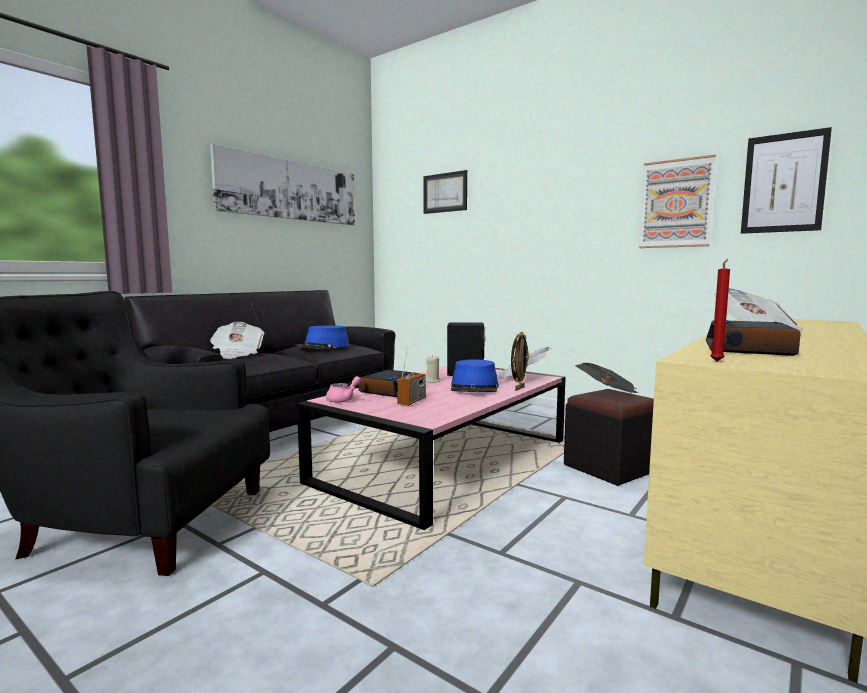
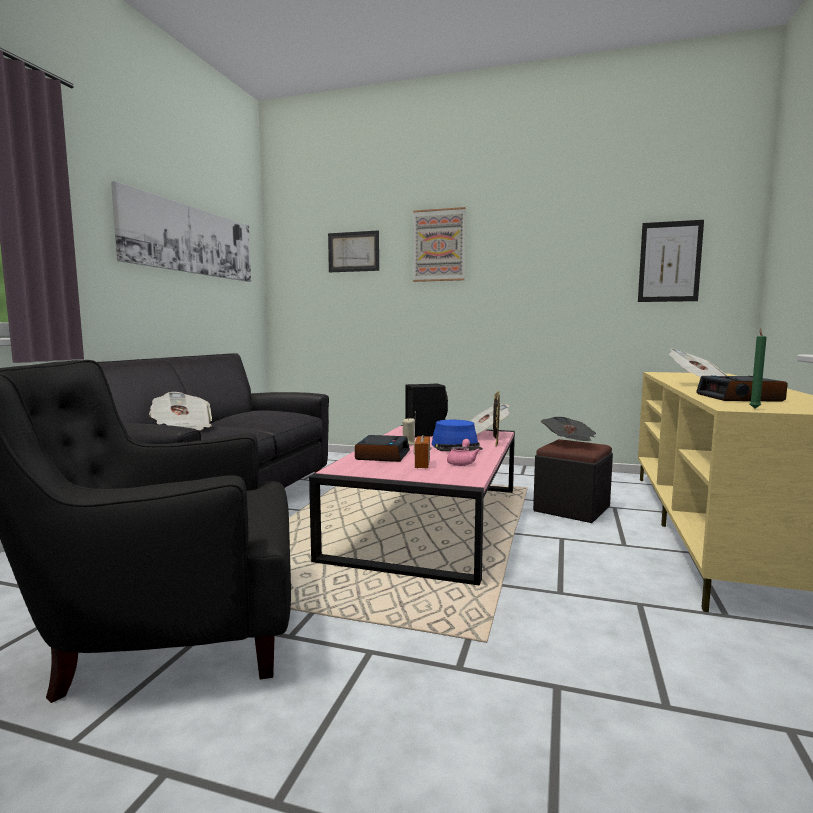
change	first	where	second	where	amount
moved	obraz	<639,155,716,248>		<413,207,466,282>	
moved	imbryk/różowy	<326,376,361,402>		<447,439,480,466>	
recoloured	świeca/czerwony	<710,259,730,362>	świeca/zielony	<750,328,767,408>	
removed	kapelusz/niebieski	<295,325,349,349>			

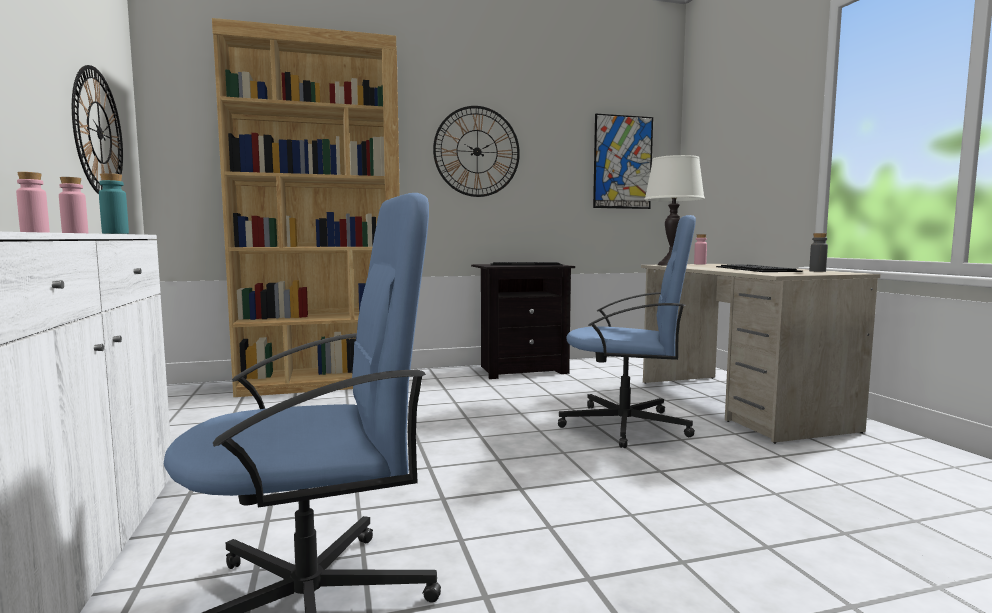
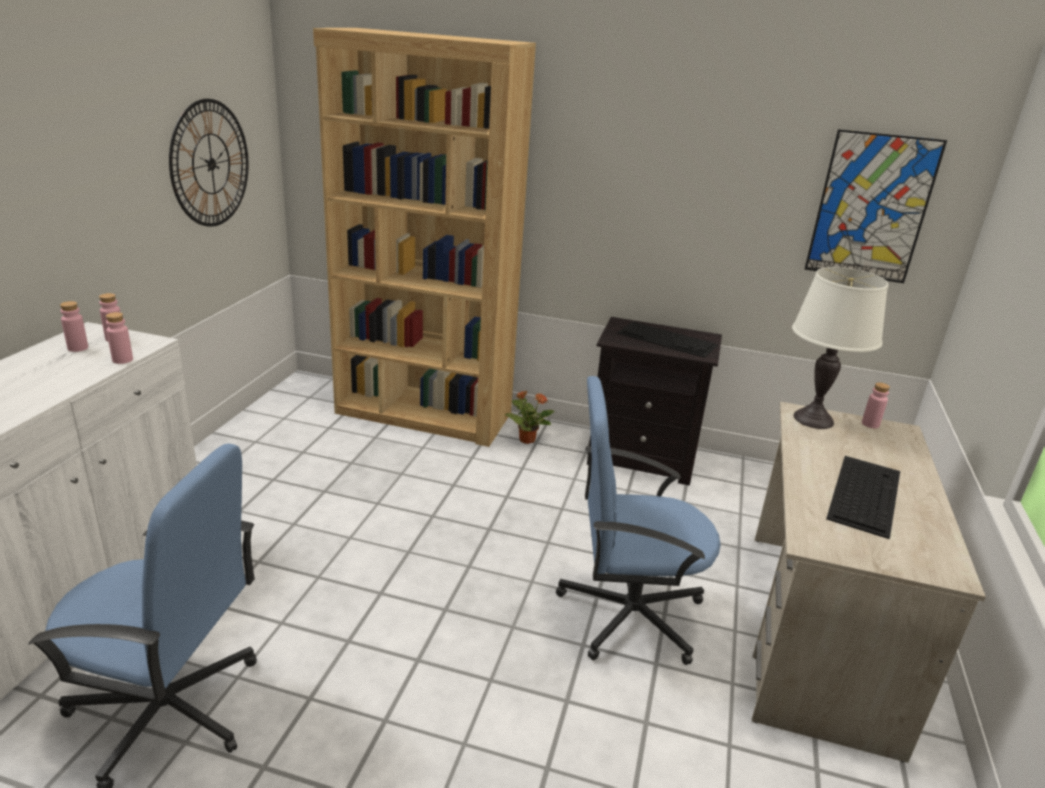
change	first	where	second	where	amount
recoloured	butelka/turkusowy	<99,173,129,234>	butelka/różowy	<106,312,133,364>	
added			roślina doniczkowa	<505,390,554,444>	
turned	krzesło biurowe/niebieski	<558,215,696,448>		<556,376,721,665>	135 degrees clockwise
removed	zegar ścienny	<433,106,520,197>			
removed	butelka/szary	<809,233,828,272>			

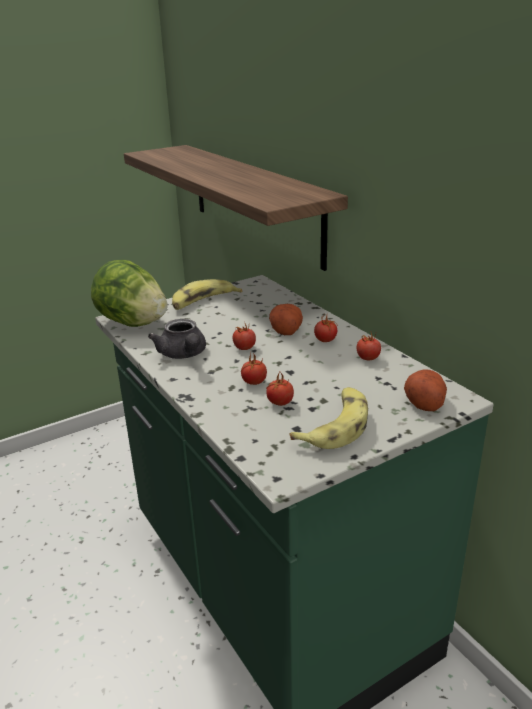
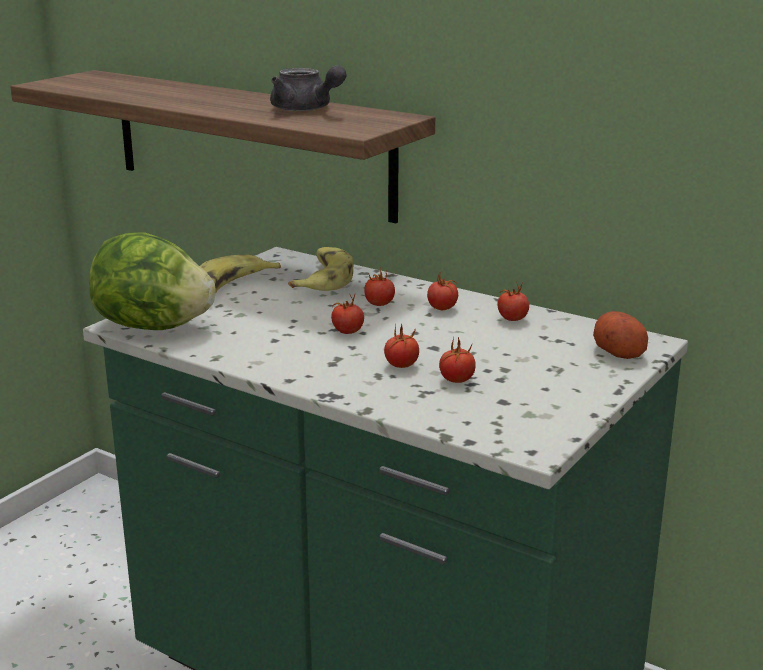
change	first	where	second	where	amount
moved	imbryk/szary	<148,319,206,359>		<270,65,346,111>	
moved	banan	<289,387,368,449>		<288,247,353,291>	
replaced	ziemniak	<269,304,303,335>	pomidor	<364,267,395,306>	

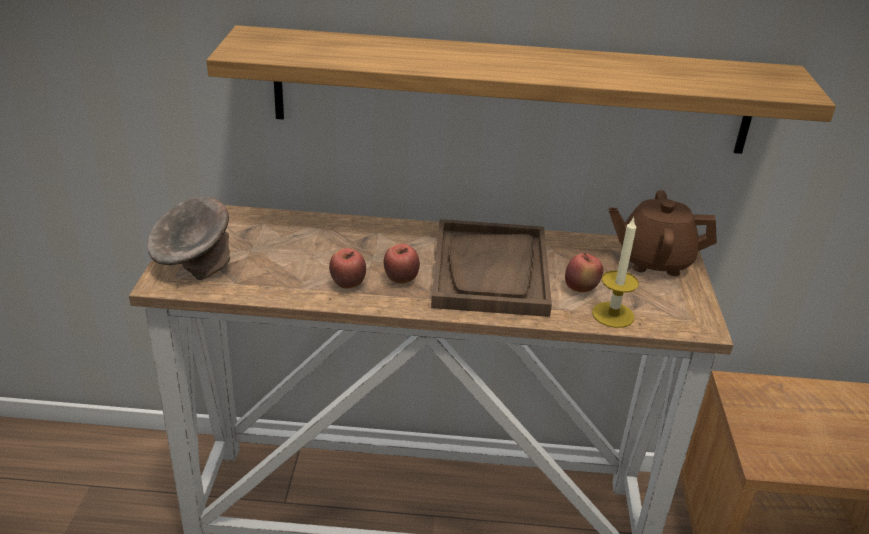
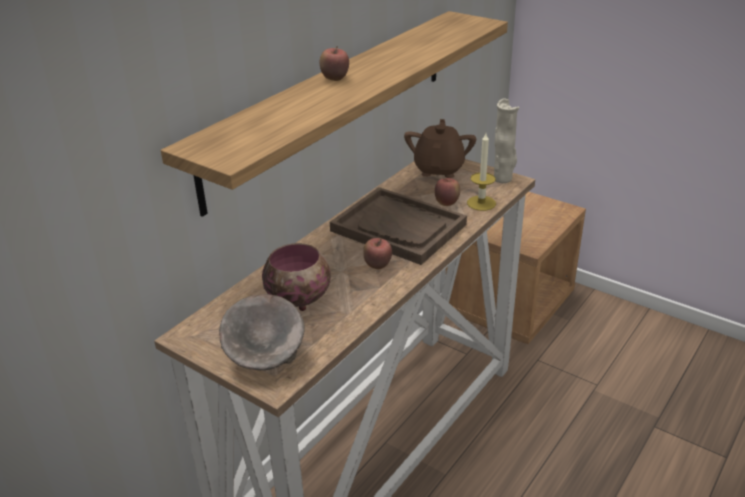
change	first	where	second	where	amount
added			miska	<262,243,331,311>	
moved	jabłko	<329,248,366,289>		<319,46,349,81>	
turned	imbryk/brązowy	<609,190,717,276>		<404,119,476,178>	150 degrees clockwise
added			wazon/beżowy	<494,98,519,183>	

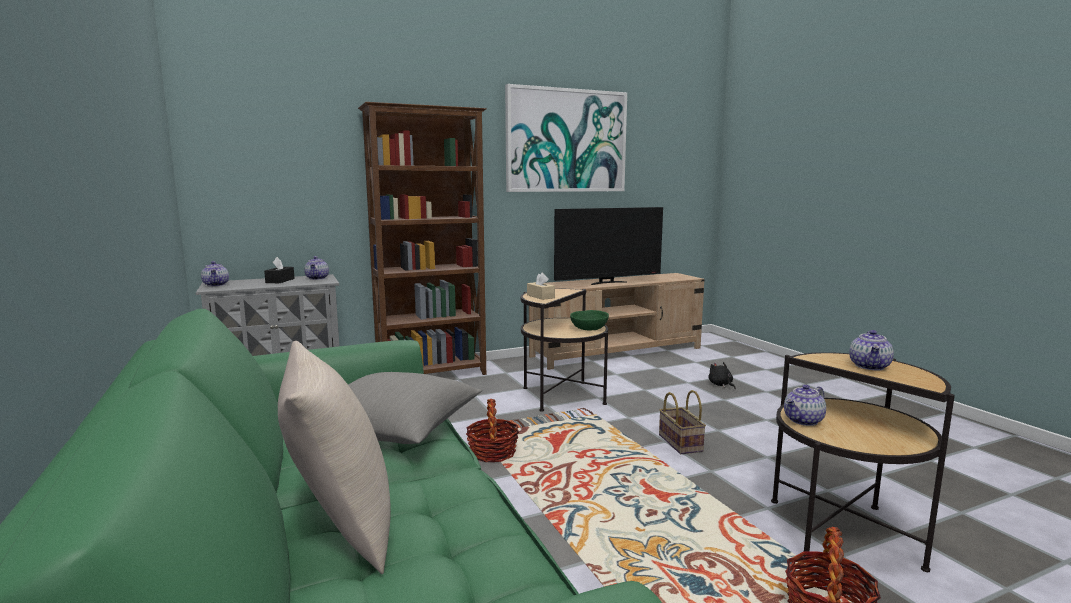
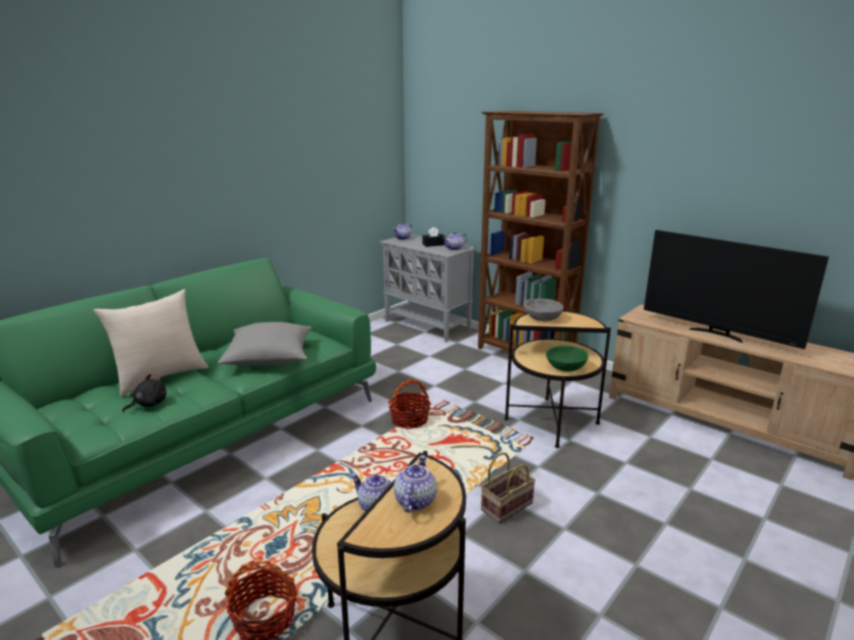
change	first	where	second	where	amount
moved	pluszak/czarny	<708,362,736,389>		<122,374,166,412>	
turned	imbryk	<849,330,894,370>		<394,455,437,513>	105 degrees clockwise
replaced	pudełko chusteczek/beżowy	<527,273,555,300>	miska/szary	<524,299,564,321>	
removed	obraz	<505,84,627,192>			

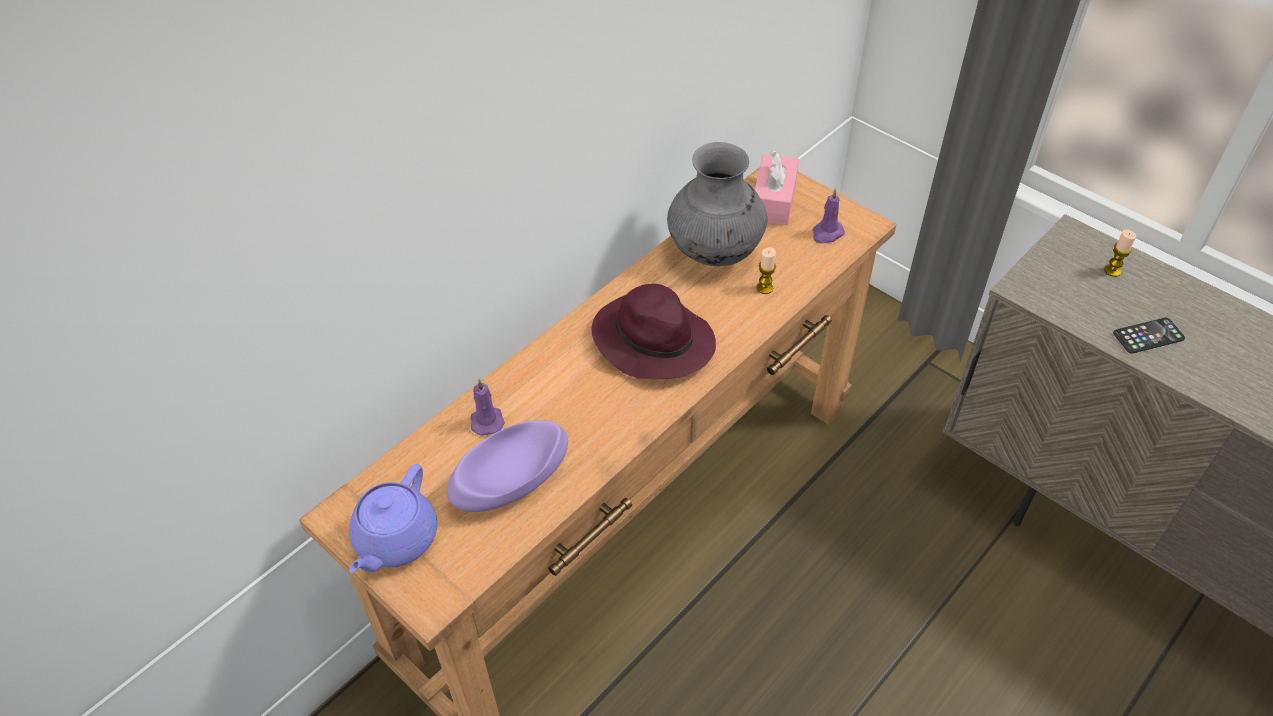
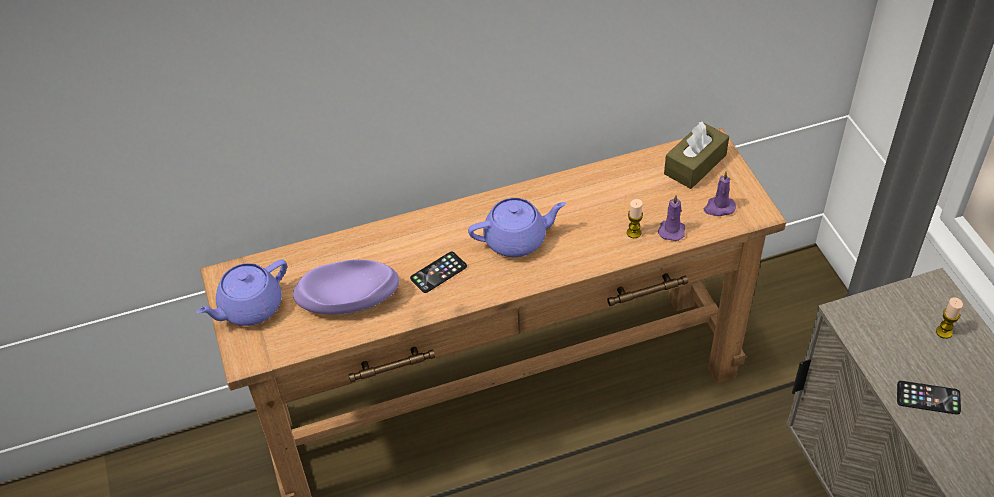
change	first	where	second	where	amount
added			telefon	<410,251,467,293>	
replaced	kapelusz/fioletowy	<592,284,716,380>	imbryk/fioletowy	<468,198,566,257>	
moved	świeca/fioletowy	<470,379,505,436>		<658,195,685,241>	
recoloured	pudełko chusteczek/różowy	<755,151,799,225>	pudełko chusteczek/brązowy	<664,121,729,189>	
removed	wazon/szary	<667,142,767,266>			

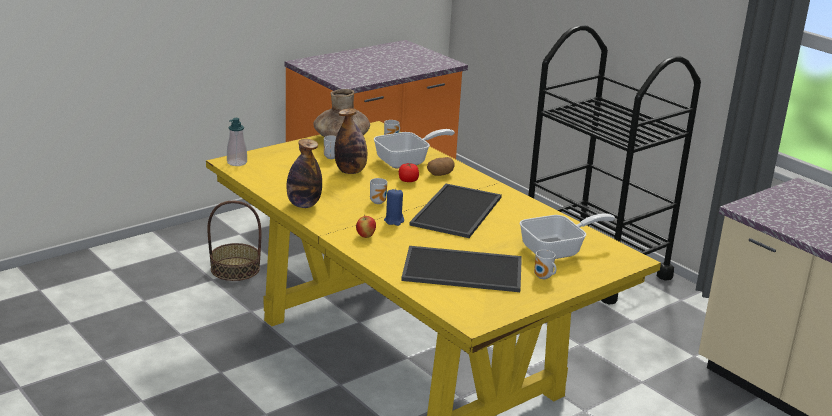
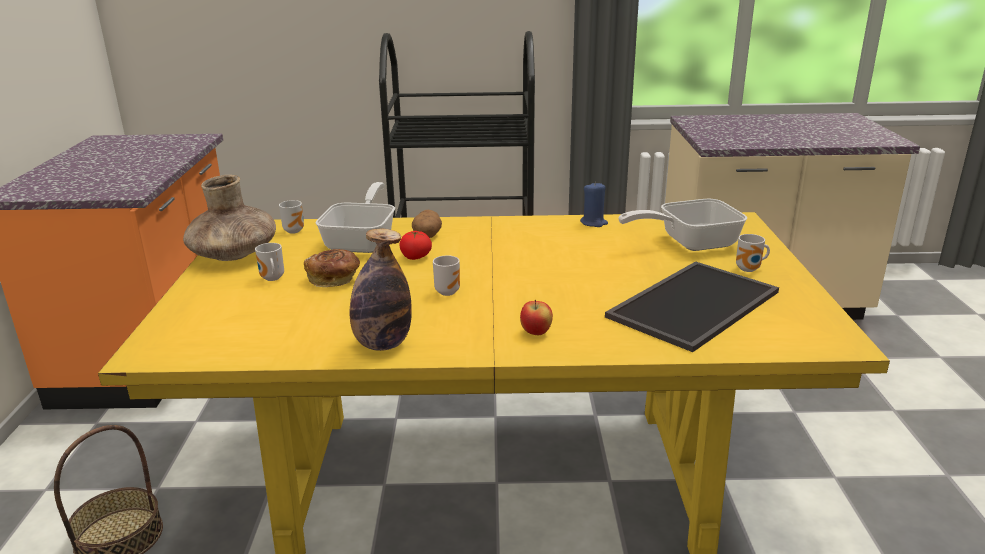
change	first	where	second	where	amount
replaced	butelka	<335,108,367,174>	chleb	<304,249,360,287>	
moved	świeca/niebieski	<384,189,404,226>		<580,182,608,227>	
turned	patelnia	<520,213,615,259>		<618,199,747,251>	120 degrees counterclockwise
removed	dozownik mydła	<227,118,247,166>			
removed	taca	<409,184,502,238>			

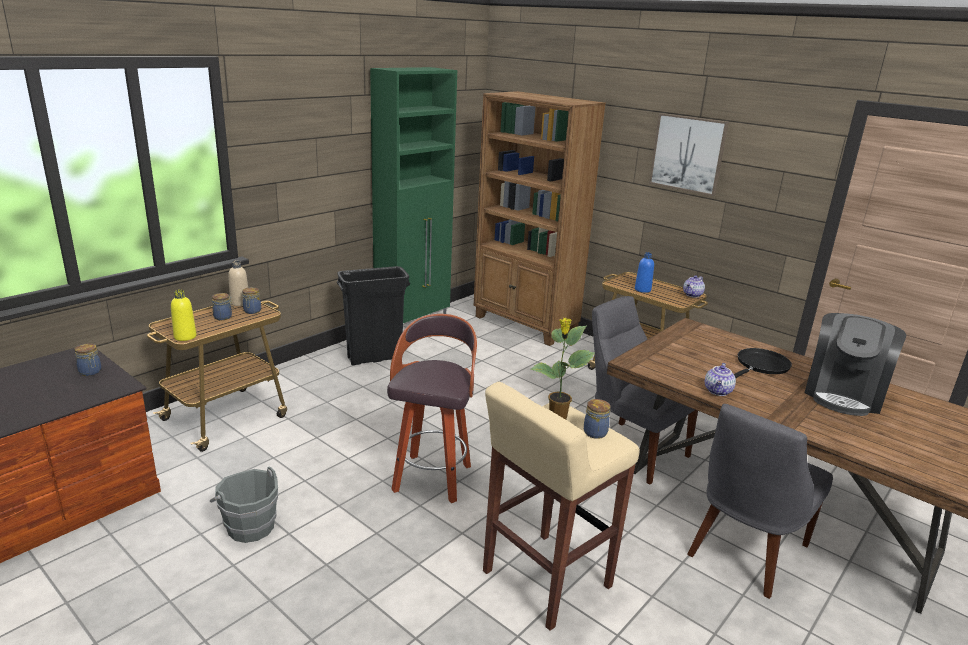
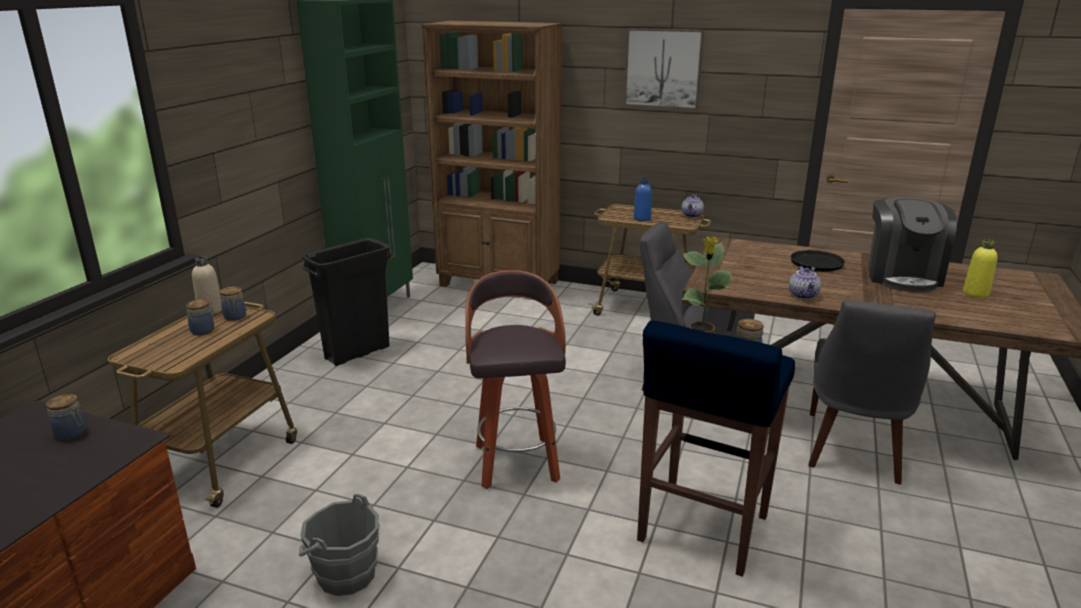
change	first	where	second	where	amount
recoloured	stołek/beżowy	<483,382,640,631>	stołek/niebieski	<637,321,795,577>	
moved	butelka/żółty	<171,290,197,341>		<963,239,997,298>	

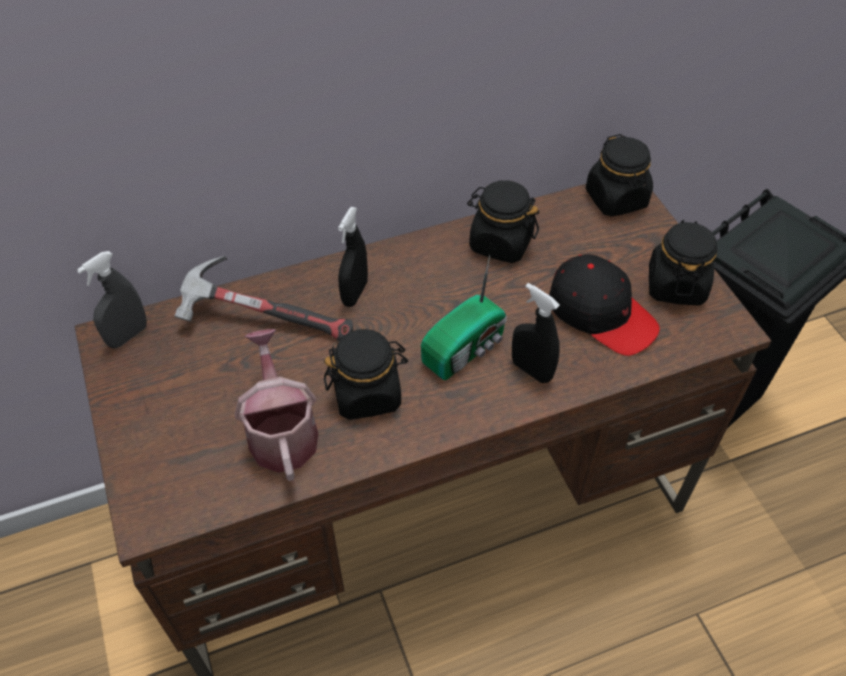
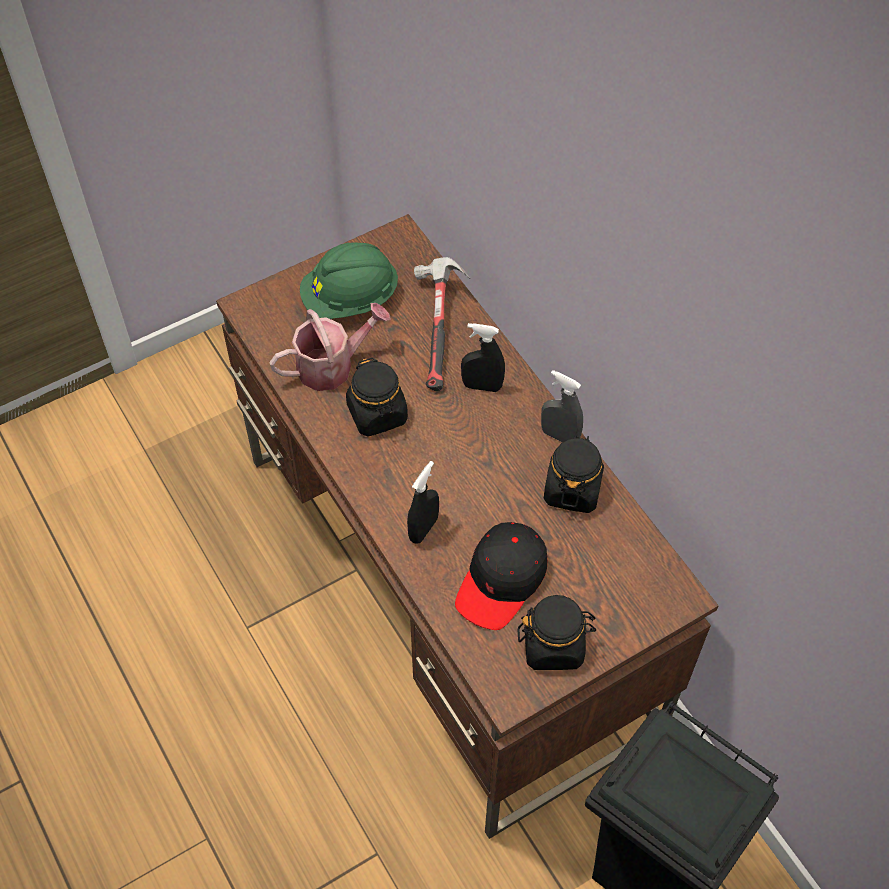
change	first	where	second	where	amount
added			kask/zielony	<300,242,398,319>	
moved	spryskiwacz/szary	<77,251,147,348>		<541,370,583,442>	
removed	radio	<421,255,507,380>			
removed	słoik/czarny	<586,134,653,217>			

